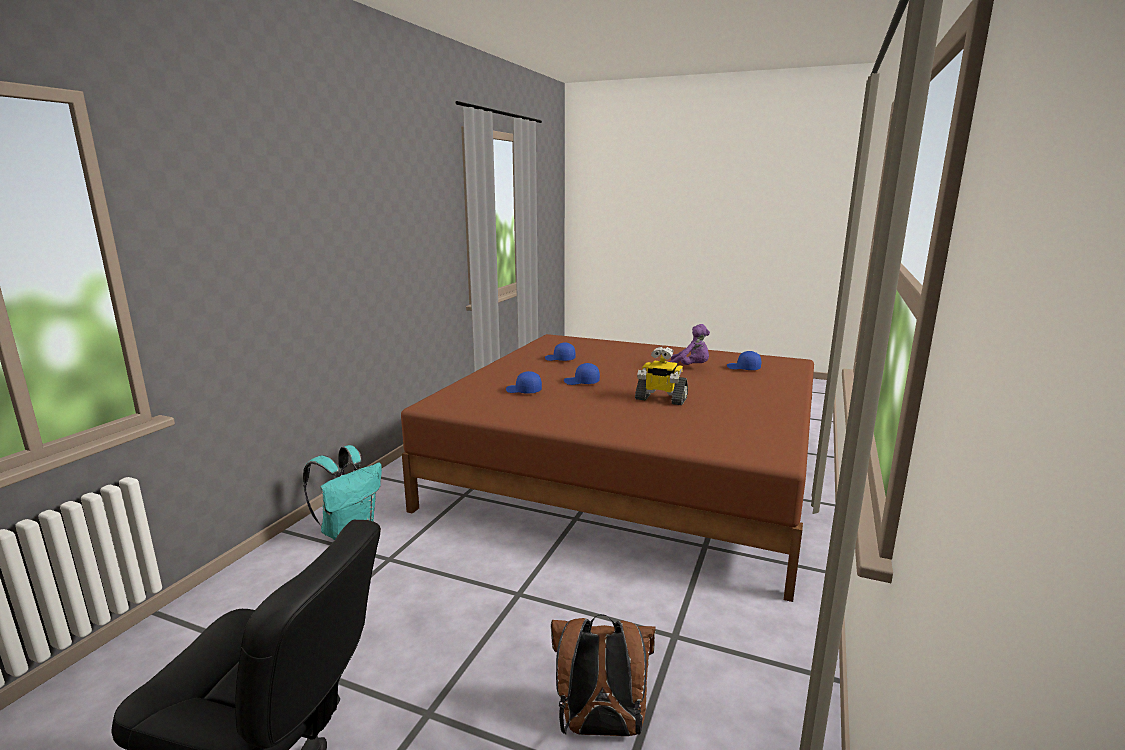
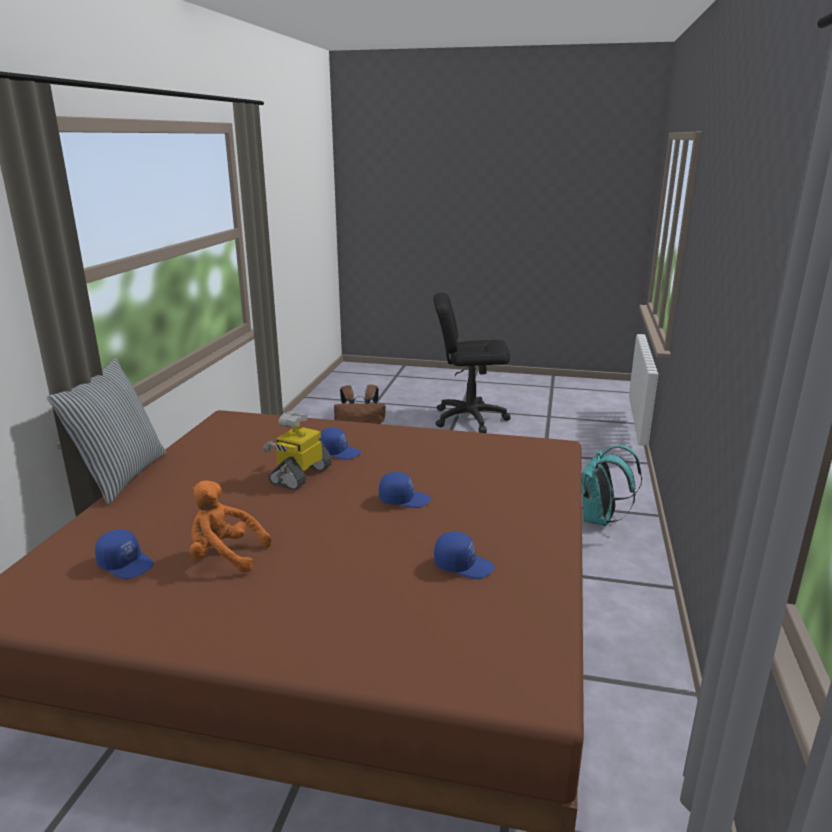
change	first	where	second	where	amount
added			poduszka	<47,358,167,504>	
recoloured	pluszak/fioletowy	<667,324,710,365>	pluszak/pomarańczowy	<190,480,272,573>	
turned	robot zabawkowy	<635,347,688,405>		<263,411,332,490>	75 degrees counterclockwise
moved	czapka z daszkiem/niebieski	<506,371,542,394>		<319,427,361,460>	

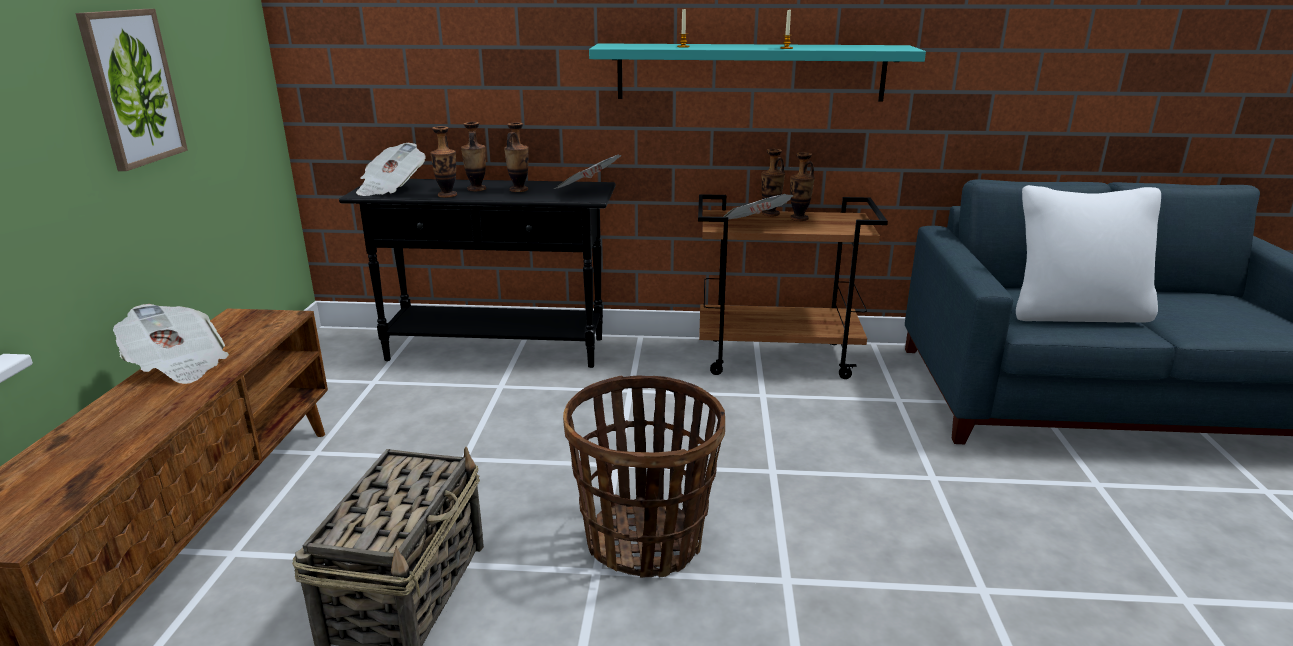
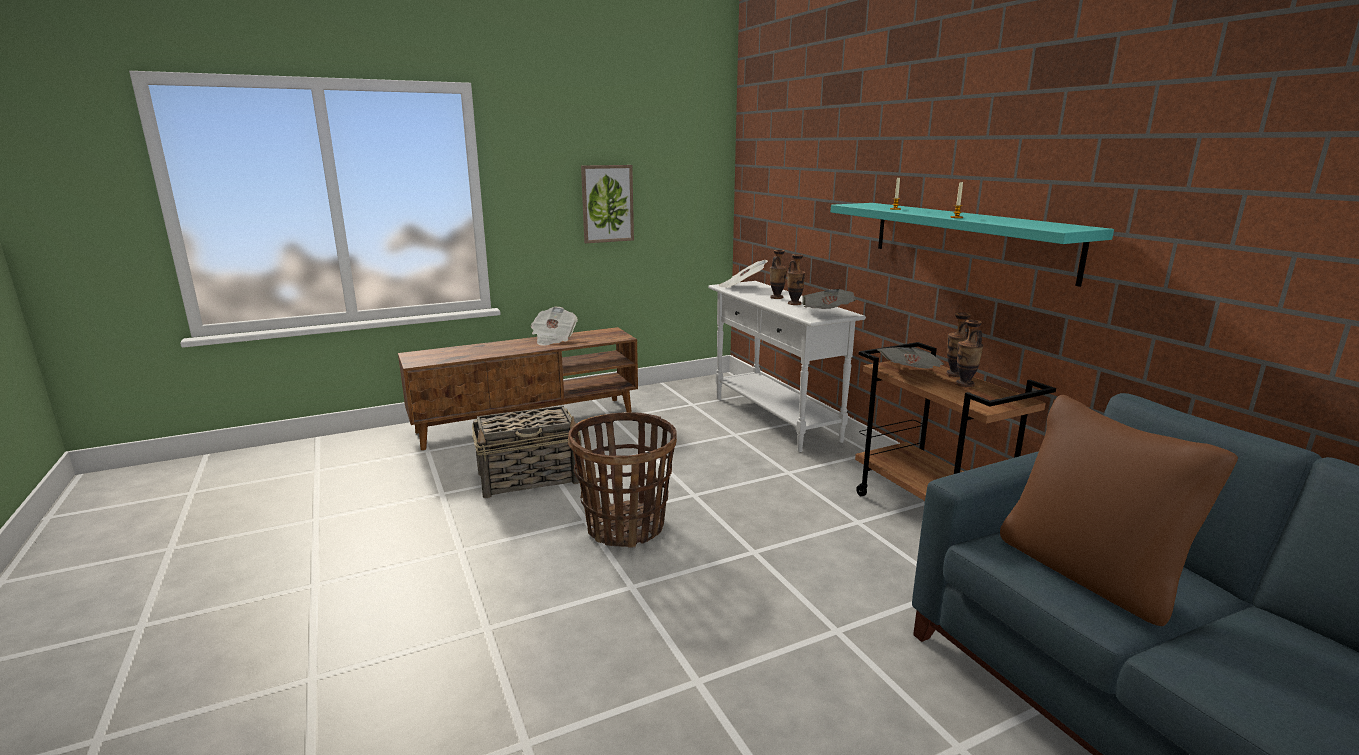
change	first	where	second	where	amount
recoloured	stolik konsolowy/czarny	<339,179,616,368>	stolik konsolowy/biały	<708,281,866,452>	
recoloured	poduszka/biały	<1016,185,1161,323>	poduszka/brązowy	<1000,395,1238,626>	
removed	wazon	<430,126,457,198>			

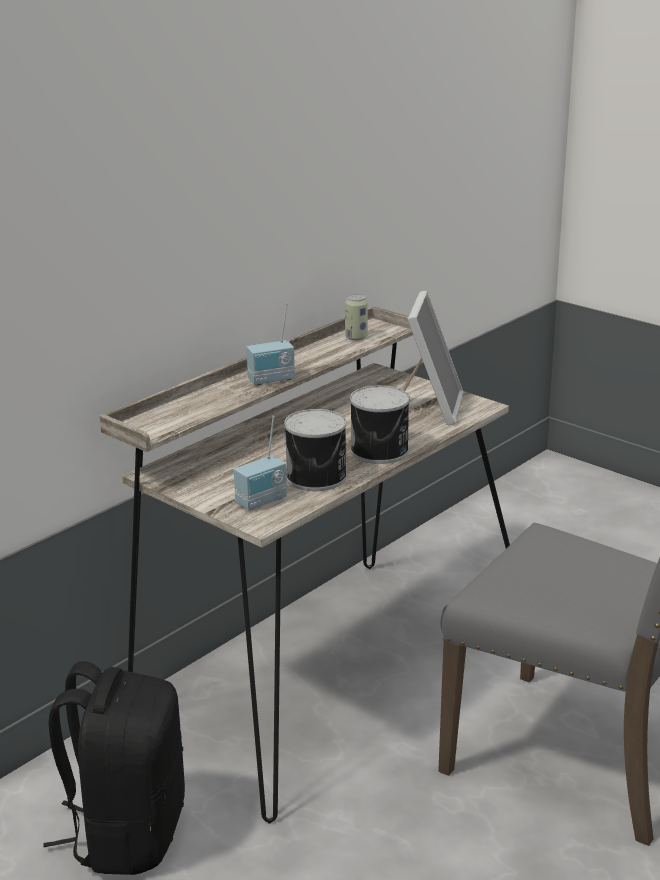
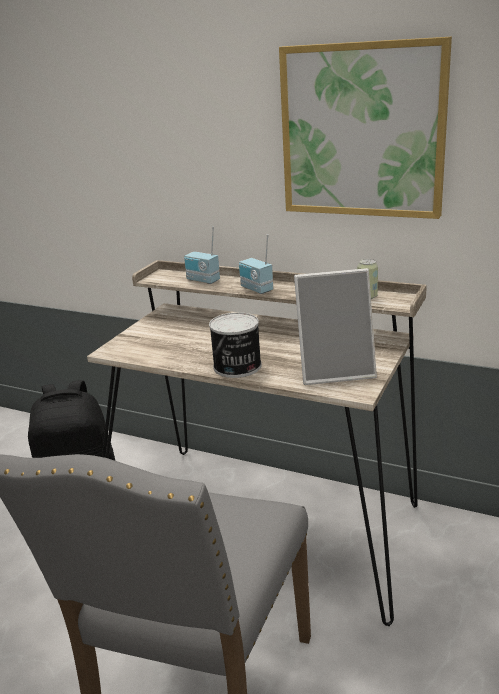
change	first	where	second	where	amount
moved	radio	<234,416,287,510>		<184,226,220,284>	
added			obraz	<279,37,452,219>	
removed	puszka	<284,409,347,491>			

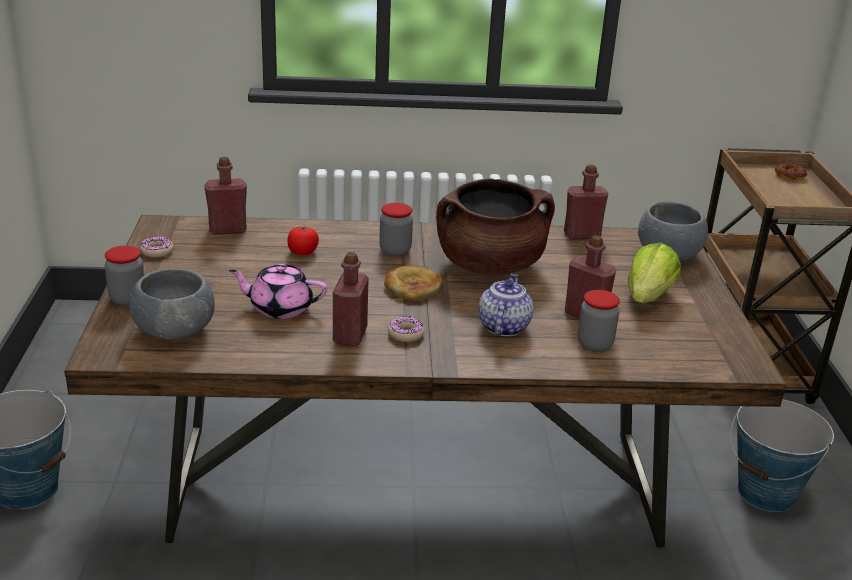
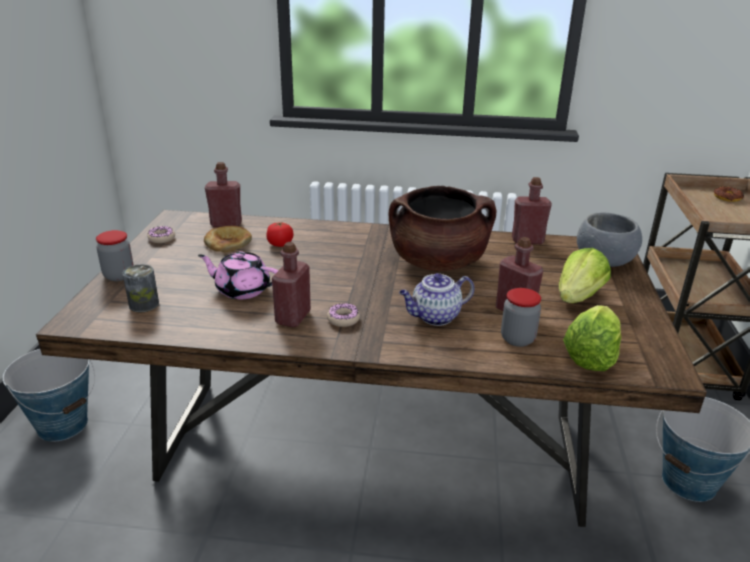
change	first	where	second	where	amount
replaced	miska/szary	<129,268,215,340>	puszka	<123,264,159,312>	
moved	chleb	<384,265,443,301>		<204,226,252,253>	
turned	imbryk	<478,273,533,336>		<399,273,474,326>	135 degrees counterclockwise
added			sałata	<563,305,621,371>	
removed	słoik	<379,203,413,256>			

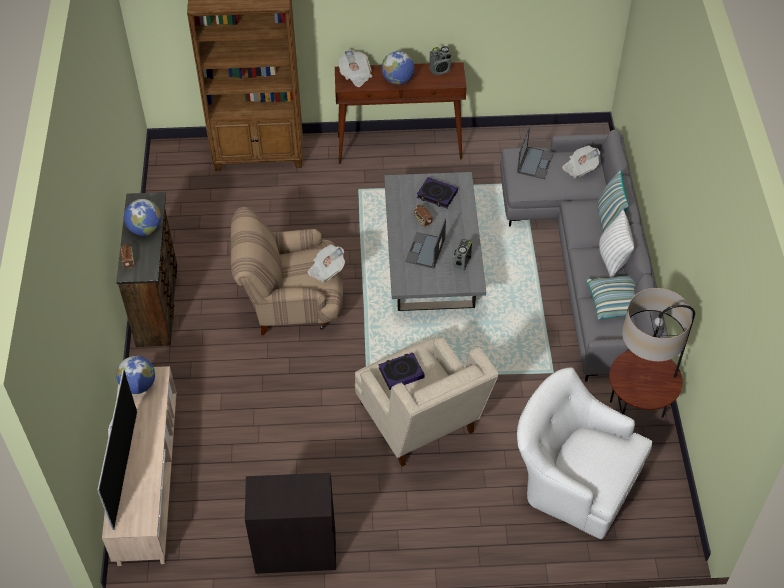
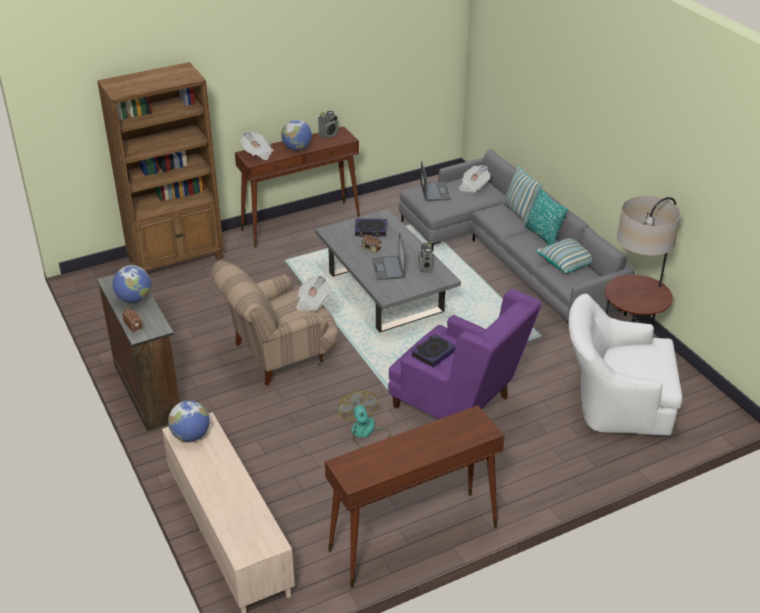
change	first	where	second	where	amount
replaced	szafka/czarny	<245,473,336,574>	stolik konsolowy/brązowy	<325,405,505,588>	
added			wentylator	<338,390,391,448>	
recoloured	fotel/beżowy	<355,337,498,467>	fotel/fioletowy	<388,289,542,419>	
recoloured	poduszka/biały	<599,210,634,278>	poduszka/turkusowy	<525,189,568,245>	
removed	telewizor	<97,370,137,530>			

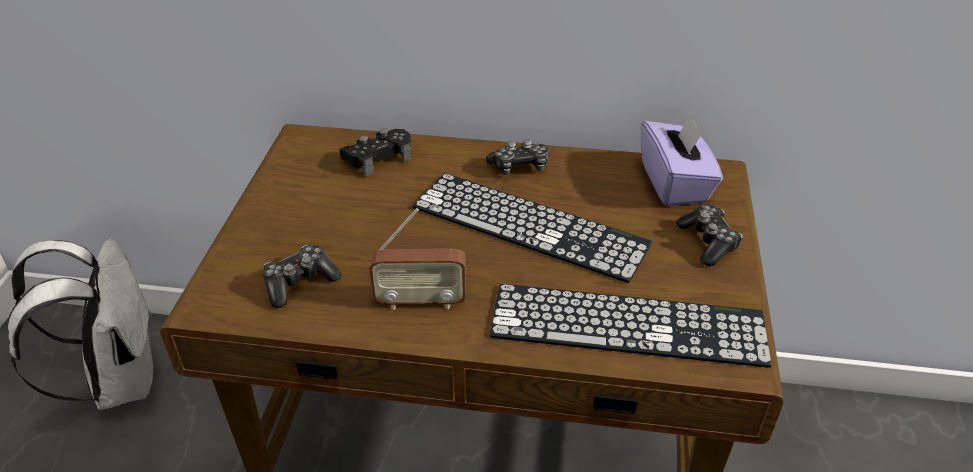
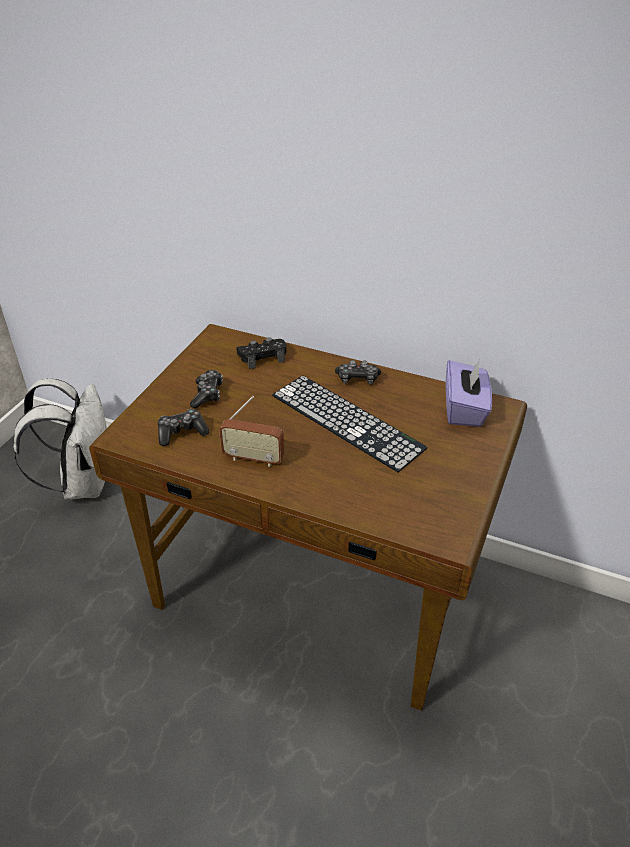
change	first	where	second	where	amount
moved	pad do gier	<676,204,743,266>		<190,370,223,408>	
removed	klawiatura	<490,284,771,368>			

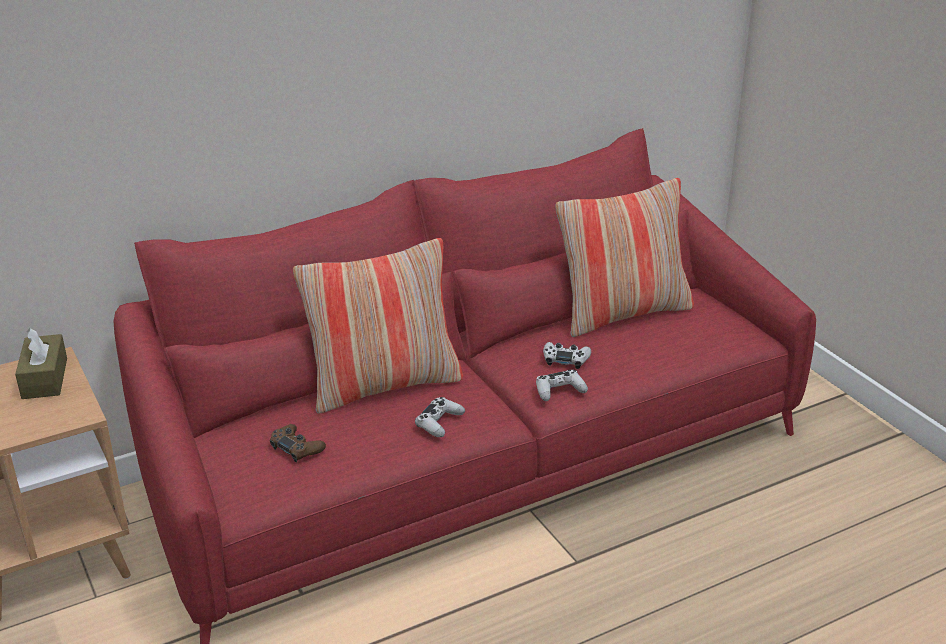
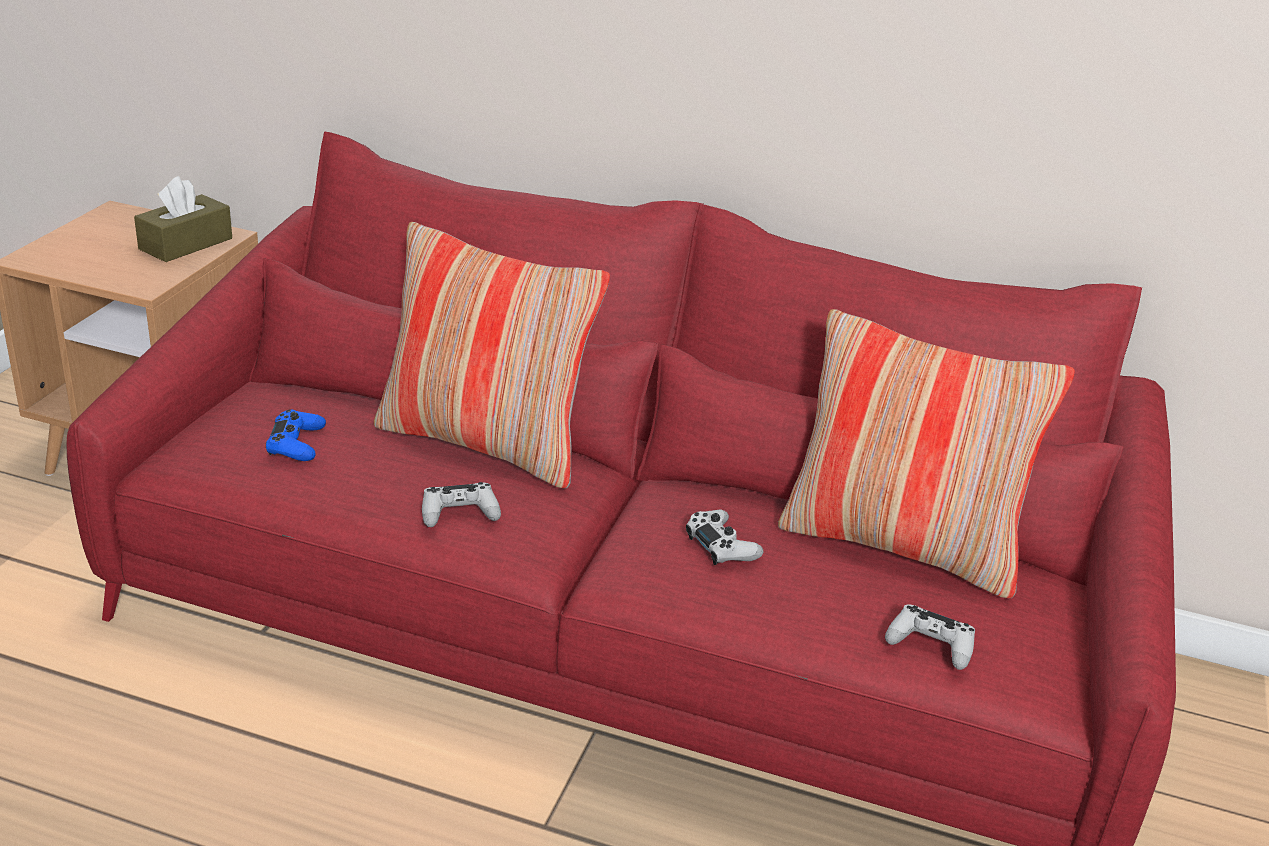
change	first	where	second	where	amount
recoloured	pad do gier/brązowy	<270,424,326,462>	pad do gier/niebieski	<266,410,326,461>	
moved	pad do gier/biały	<536,370,588,401>		<885,605,975,670>	

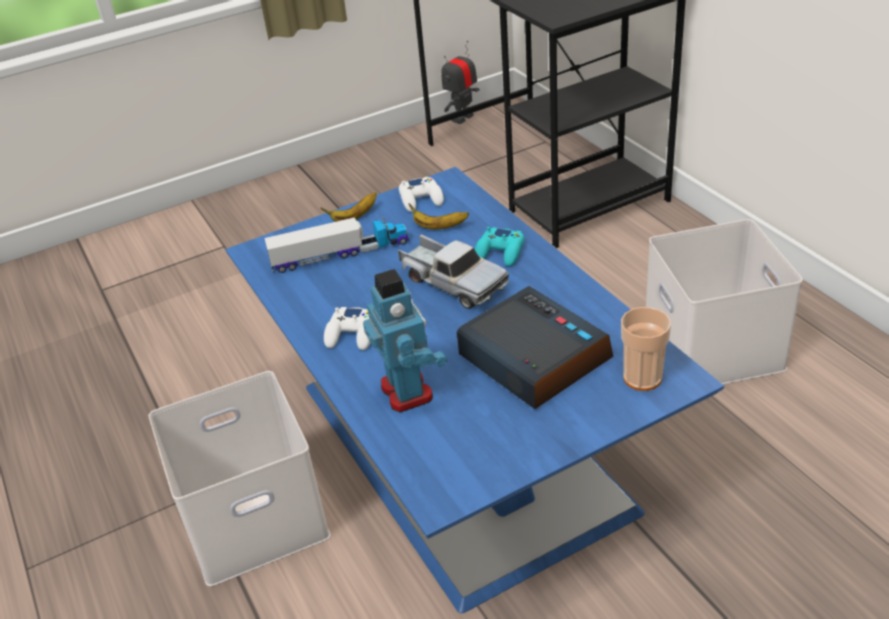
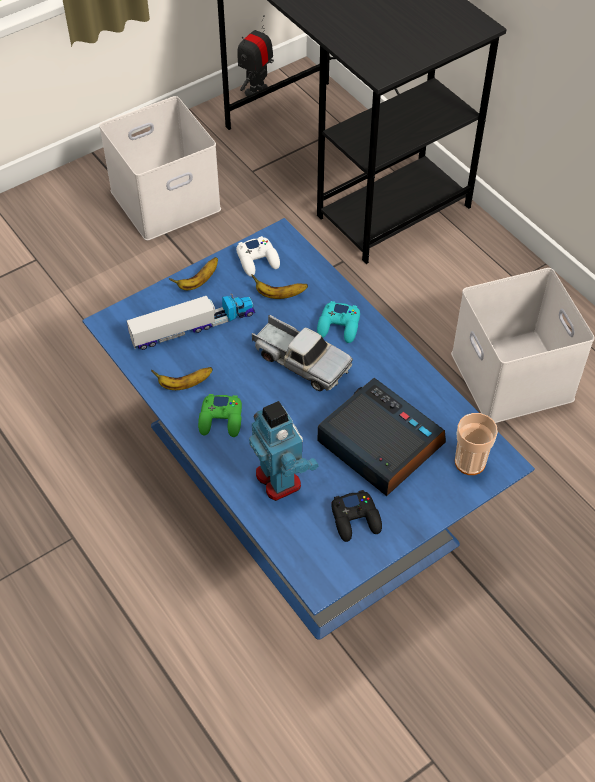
change	first	where	second	where	amount
moved	pojemnik do przechowywania/biały	<149,371,331,587>		<99,96,221,240>	
added			banan	<151,367,213,390>	
recoloured	pad do gier/biały	<324,307,371,350>	pad do gier/zielony	<198,394,242,437>	
added			pad do gier/czarny	<331,490,382,542>	

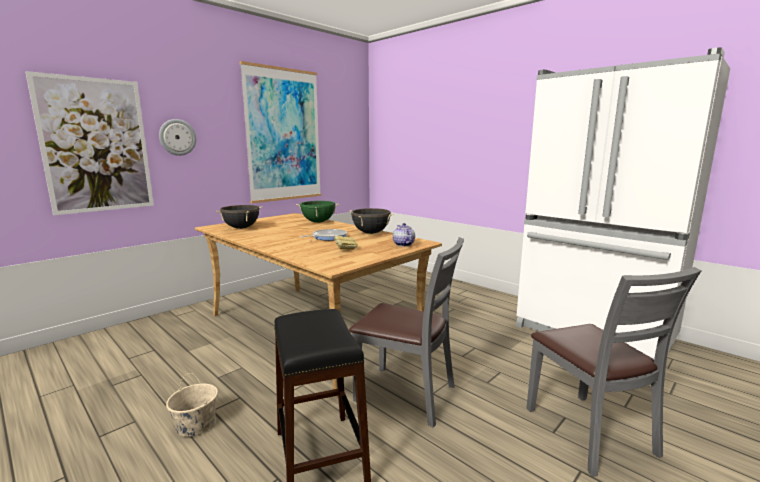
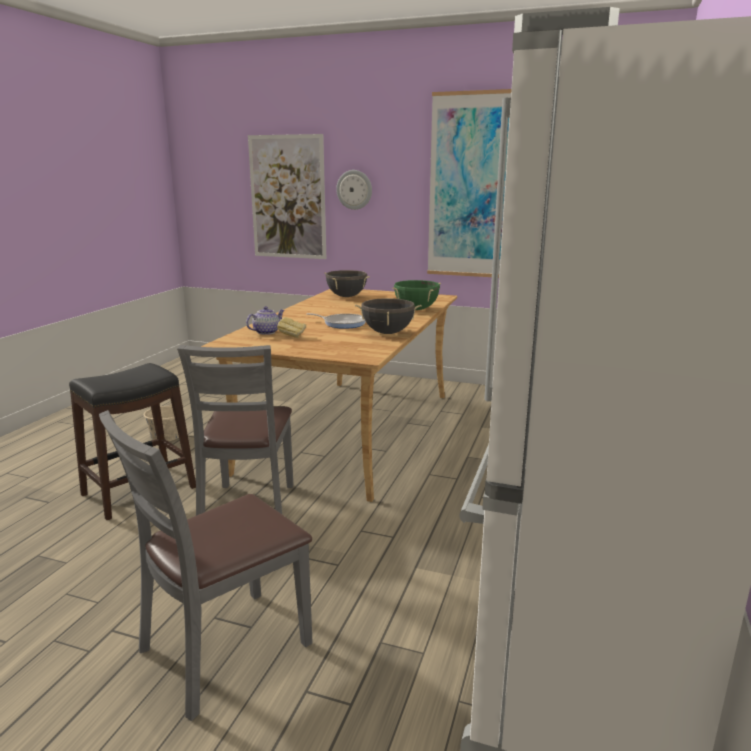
change	first	where	second	where	amount
moved	imbryk	<393,223,415,246>		<246,306,285,335>	

